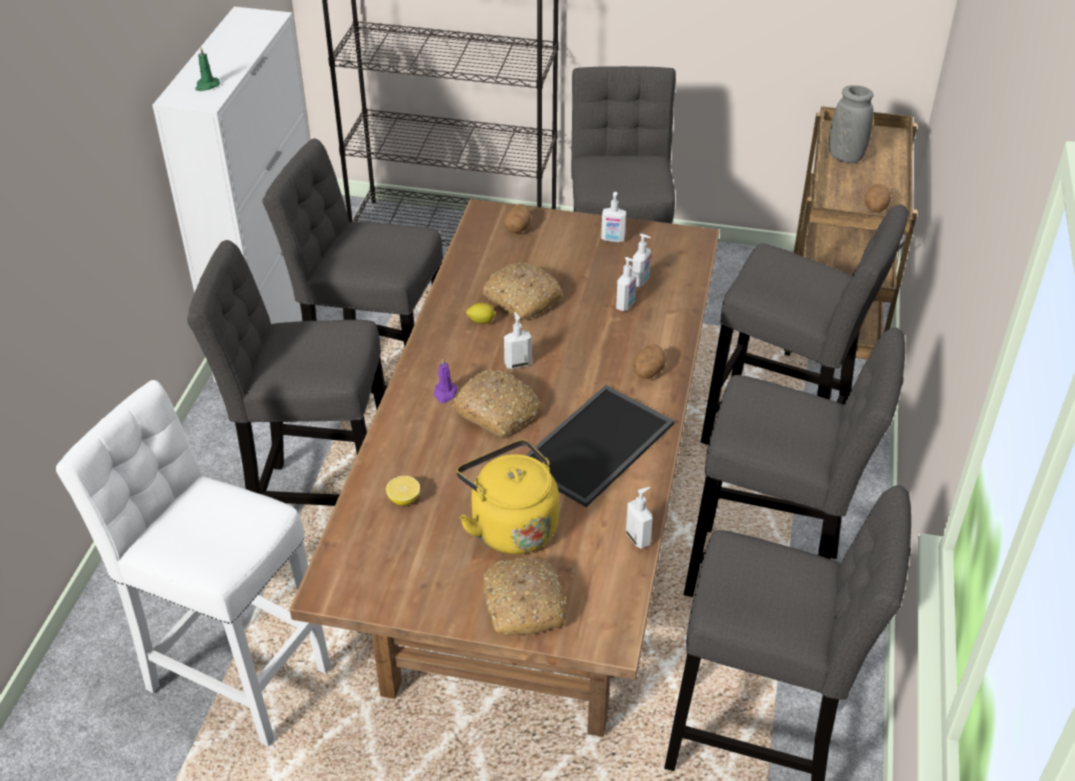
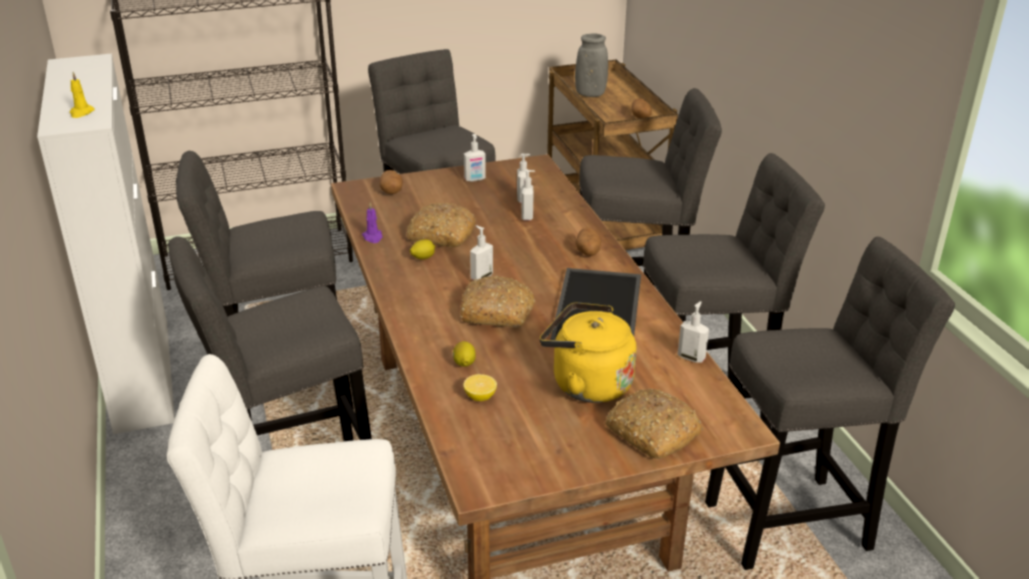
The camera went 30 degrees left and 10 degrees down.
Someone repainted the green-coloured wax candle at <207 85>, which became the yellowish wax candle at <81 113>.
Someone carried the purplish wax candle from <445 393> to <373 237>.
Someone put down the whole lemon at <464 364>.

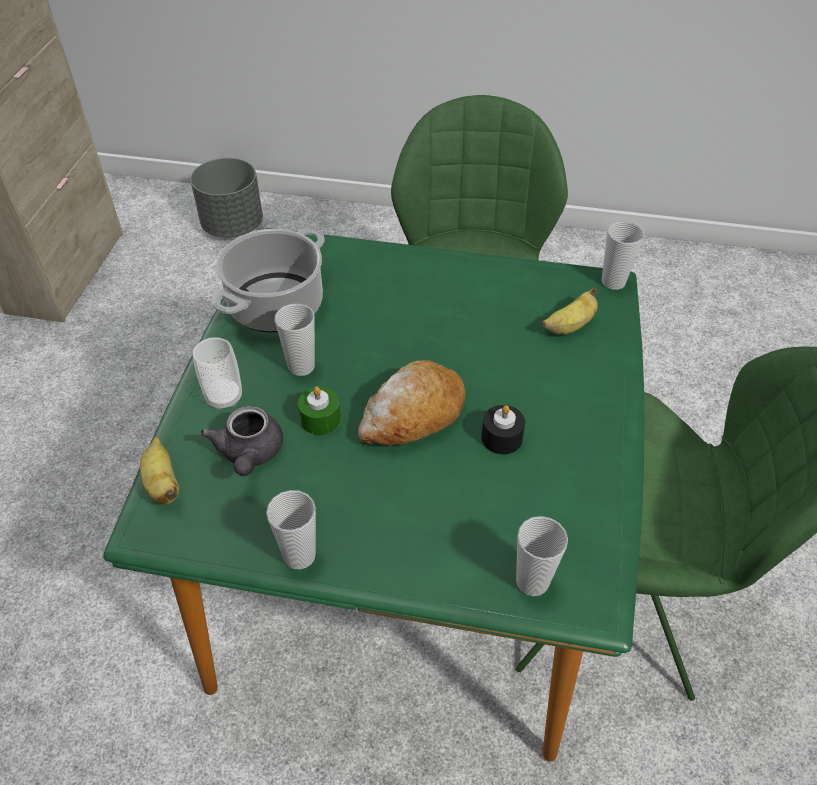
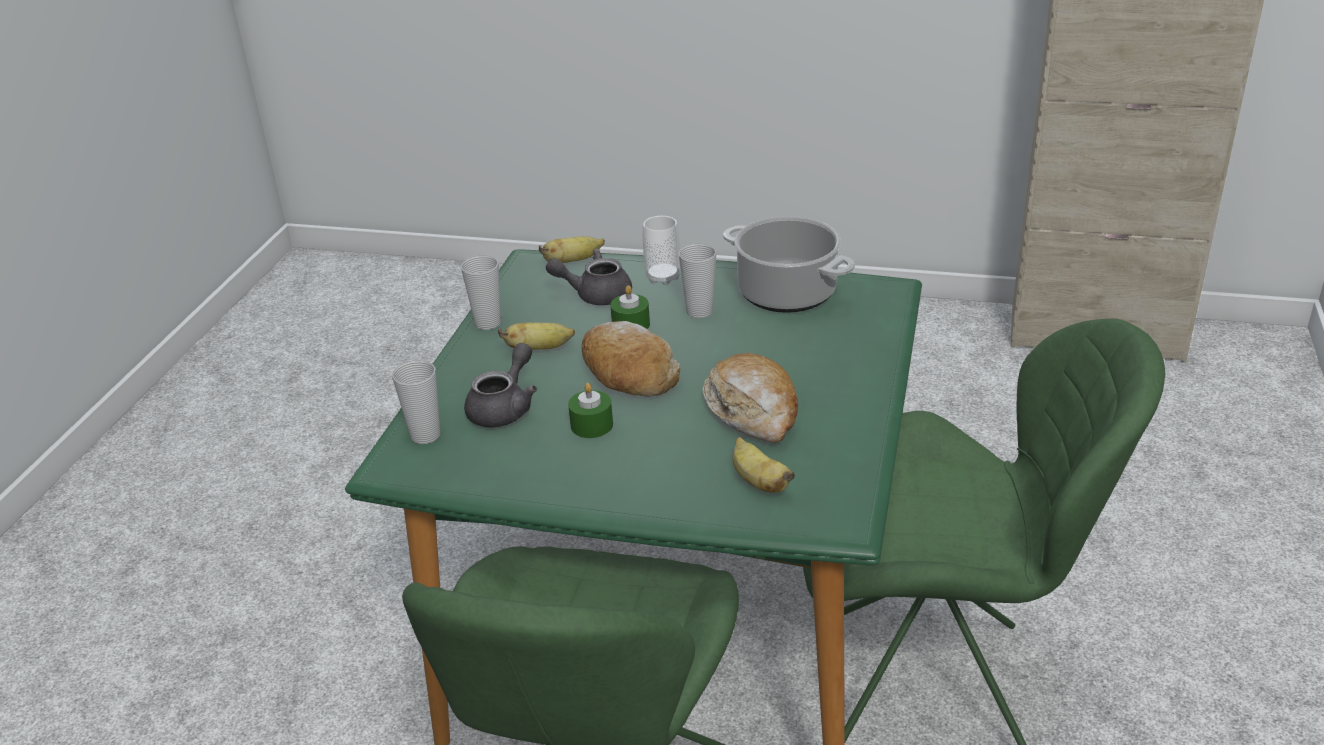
The camera went 95 degrees right and 15 degrees down.
Someone took away the gray planter at <233 225>.
Someone took away the drinking cup at <613 282>.
Someone repainted the blackish wax candle at <501 438>, which became the green-coloured wax candle at <591 425>.
Someone put down the banana at <539 349>.
Someone put down the gray tea pot at <505 408>.
Someone put down the bakery bread at <753 412>.

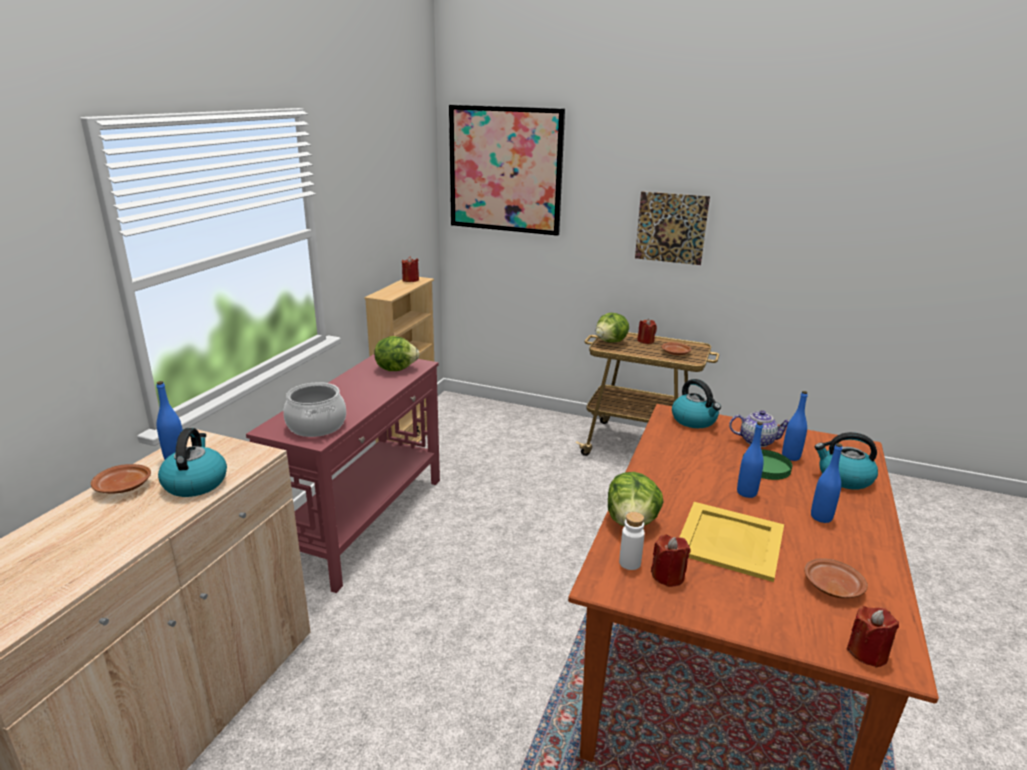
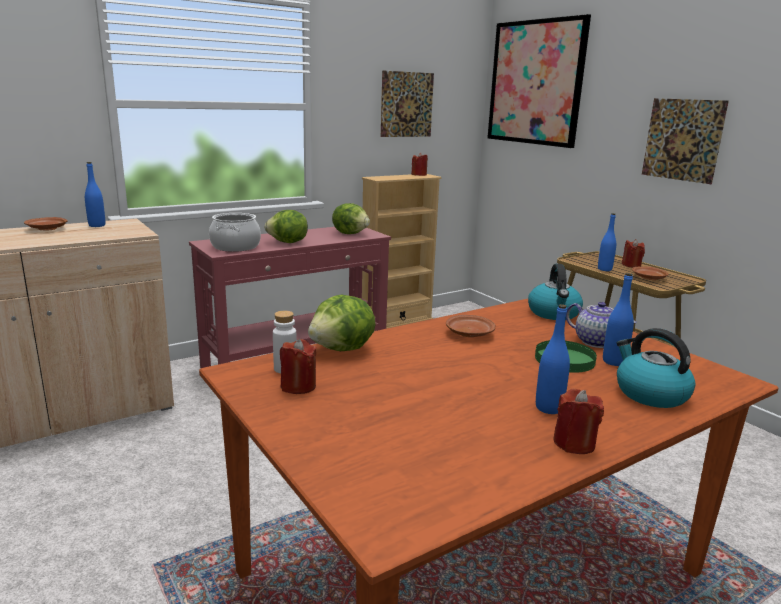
The camera went 35 degrees right and 5 degrees down.
Someone carried the head of lettuce from <611 342> to <288 242>.
Someone carried the bluish beverage bottle from <746 493> to <604 269>.
Someone took away the water kettle at <195 483>.
Someone took away the yellowish tray at <729 539>.
Someone carried the brownish dinner plate from <832 586> to <469 333>.
Someone carried the red wax candle from <867 652> to <574 443>.
Someone put up the wall picture at <407 104>.

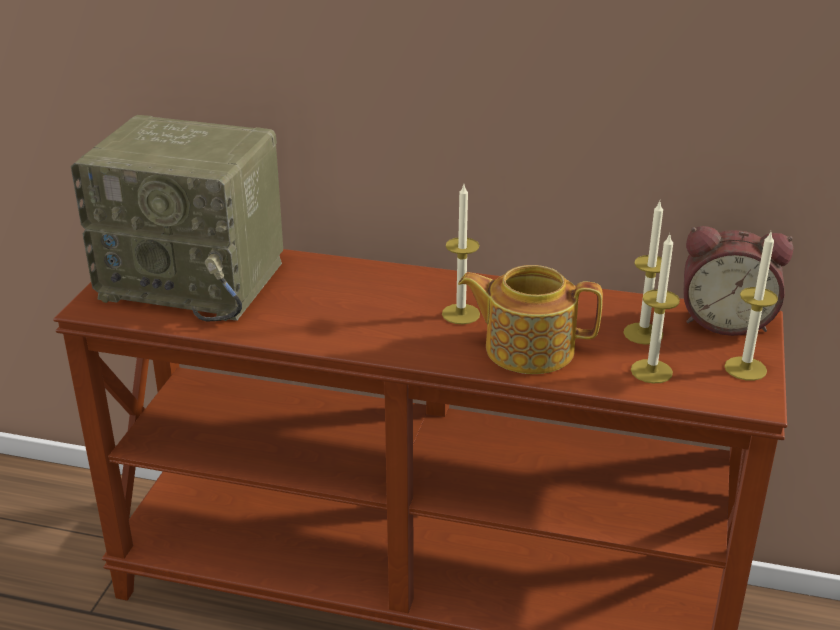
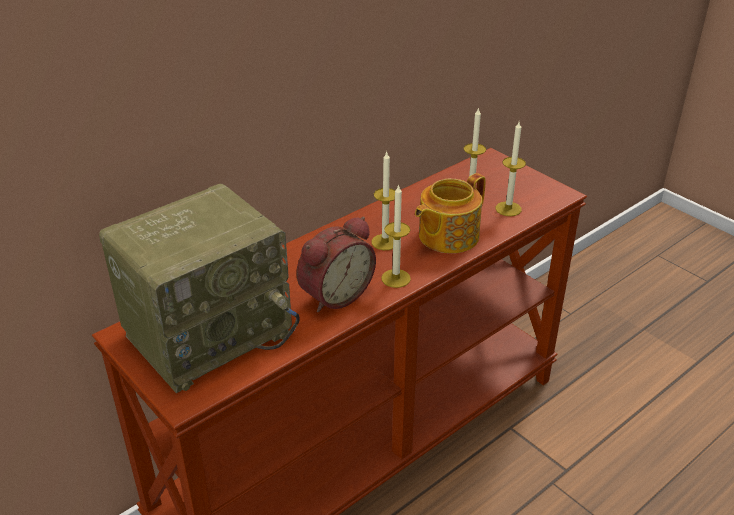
The camera went 55 degrees left and 5 degrees up.
Someone carried the alarm clock from <726 320> to <334 294>.
Someone carried the wax candle from <745 368> to <396 278>.

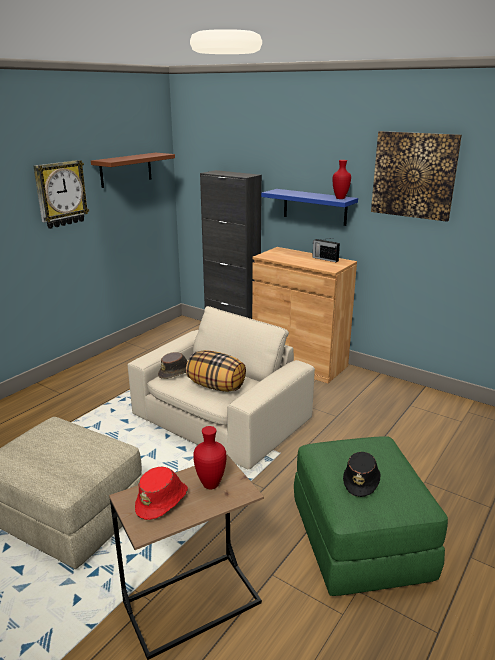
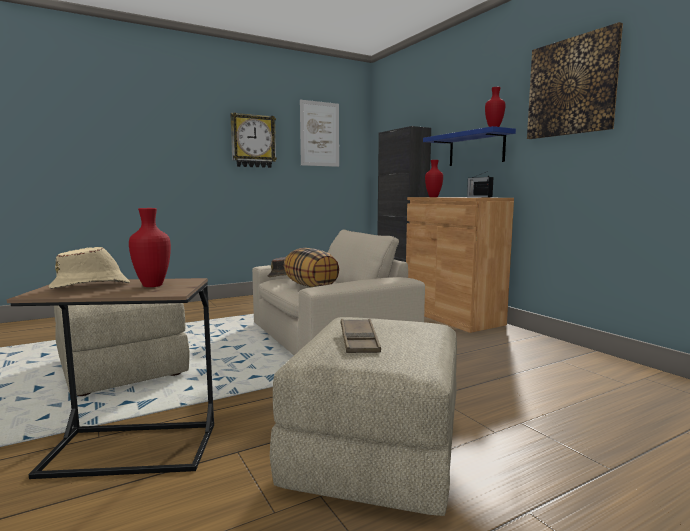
The camera went 25 degrees right and 15 degrees down.
Someone swapped the brownish bracket shelf at <126 169> for the wall picture at <319 134>.
Someone repainted the green-coloured ottoman at <361 541>, which became the beige-coloured ottoman at <376 452>.
Someone swapped the blackish wearable hat at <361 481> for the brownish tray at <359 341>.
Someone repainted the red wearable hat at <162 501>, which became the beige-coloured wearable hat at <91 286>.
Someone put down the red decorative vase at <433 197>.

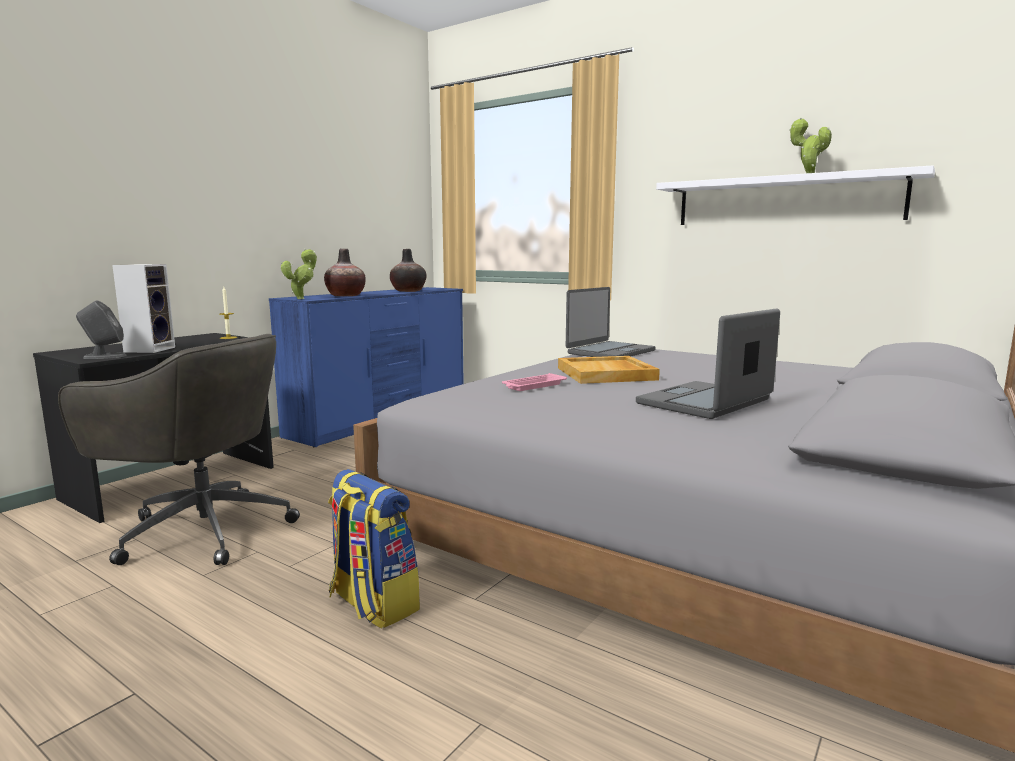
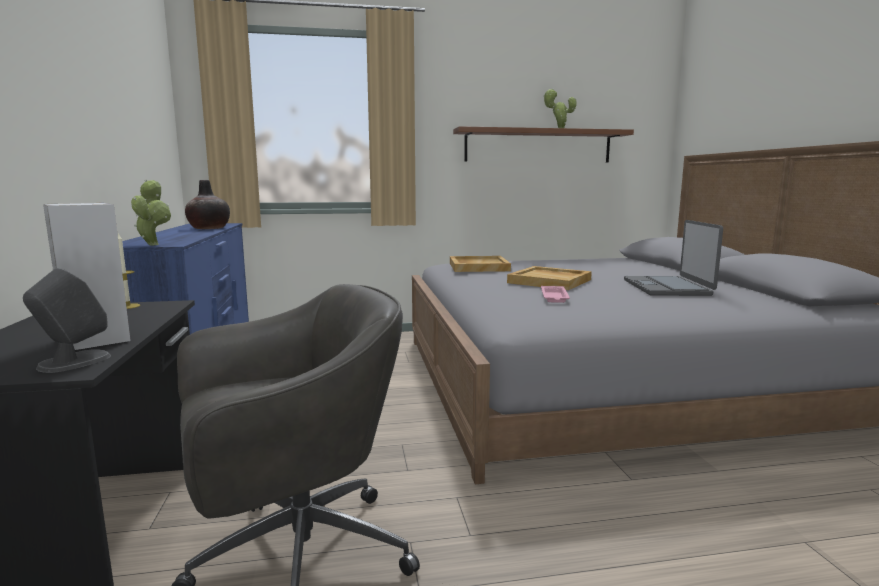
The camera went 45 degrees left and 0 degrees up.
Someone repainted the white-coloured bracket shelf at <785 200>, which became the brownish bracket shelf at <538 146>.
Someone took away the decorative vase at <345 296>.
Someone swapped the portable computer at <610 352> for the beige-coloured tray at <478 267>.
Someone took away the rucksack at <372 604>.

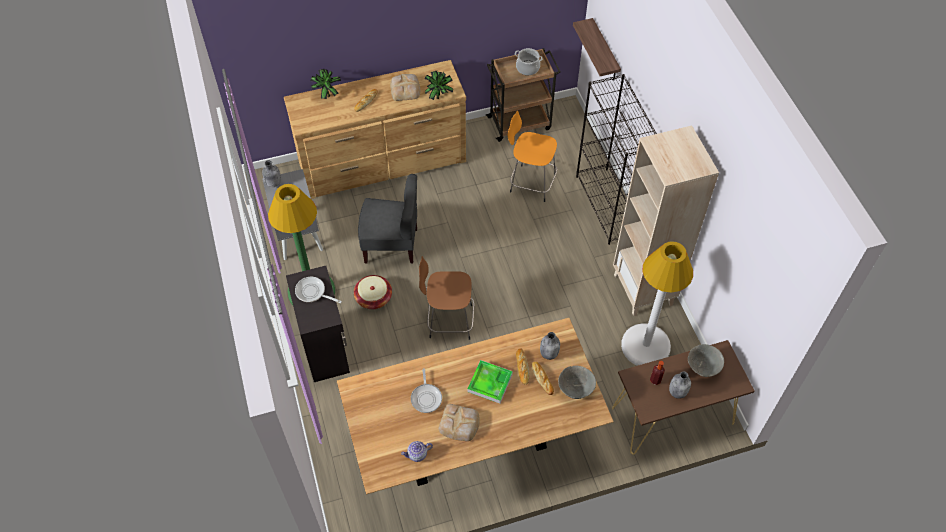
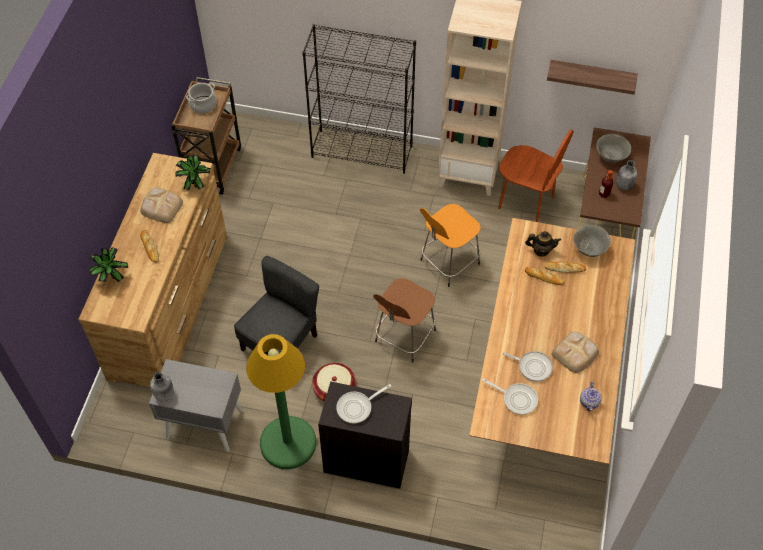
The camera went 60 degrees left and 0 degrees up.
Someone carried the bracket shelf from <605 52> to <591 76>.
Someone carried the orange-coloured stool seat from <531 183> to <448 263>.
Someone swapped the white-coloured standard lamp at <645 346> for the brownish chair at <526 203>.
Someone swapped the gray beverage bottle at <549 353> for the tea pot at <541 250>.
Someone took away the tray at <490 383>.
Someone put down the frying pan at <517 399>.

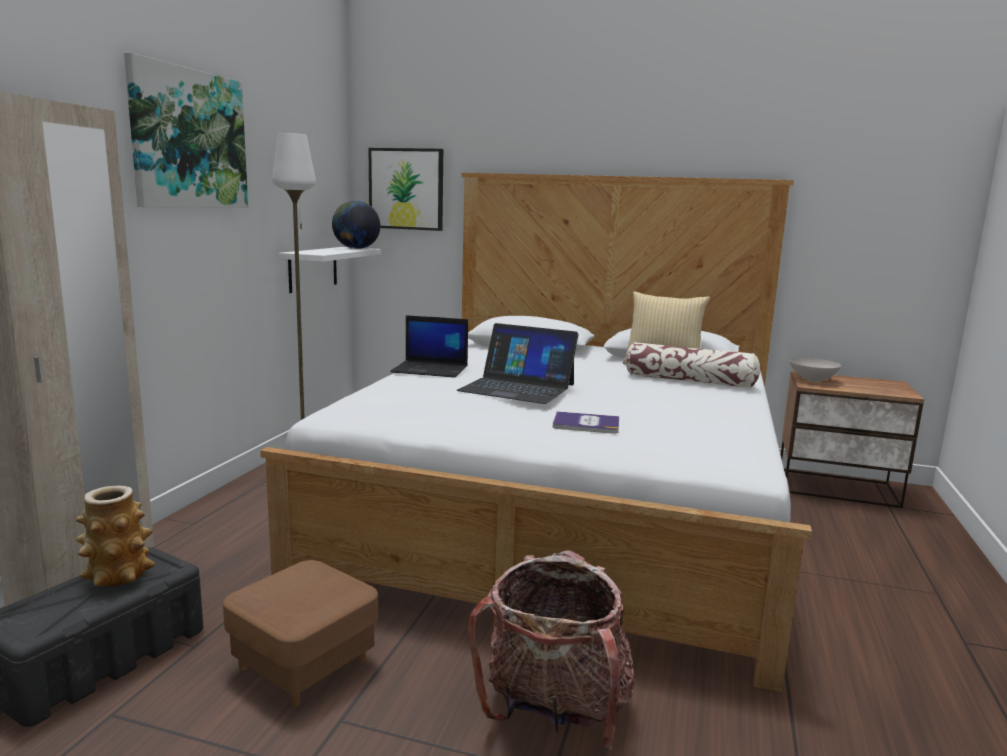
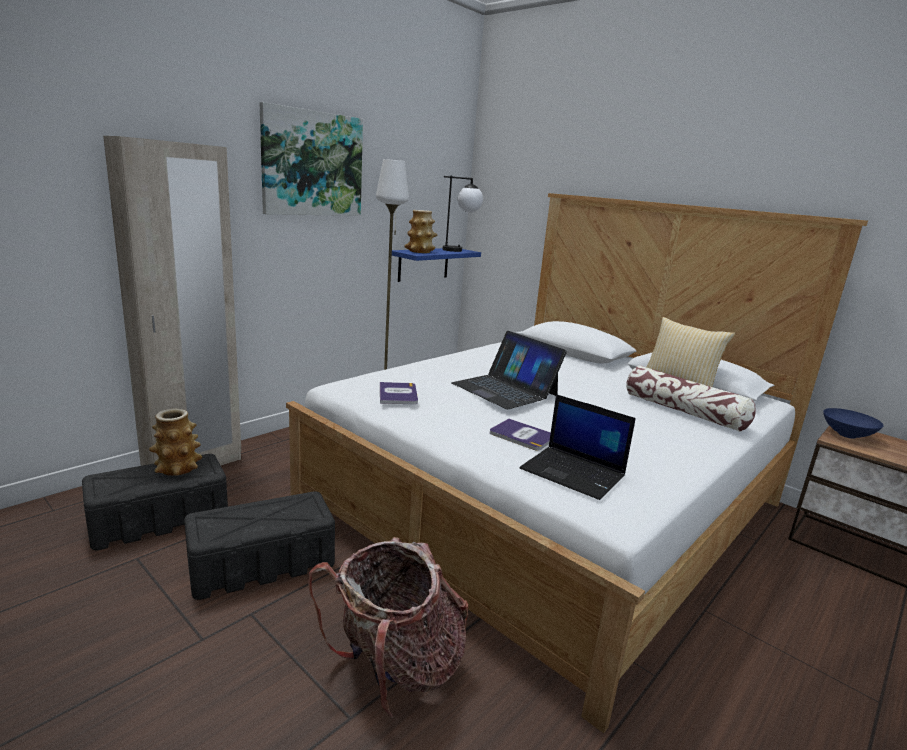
The camera went 25 degrees right and 5 degrees up.
Someone took away the wall picture at <406 189>.
Someone swapped the globe at <356 248> for the lamp for a table at <460 250>.
Someone repainted the white-coloured bracket shelf at <313 269>, which became the bluish bracket shelf at <423 264>.
Someone carried the portable computer from <431 370> to <574 473>.
Someone repainted the white-coloured bowl at <812 380>, which became the bluish bowl at <846 434>.
Someone swapped the brownish ottoman at <304 664> for the blackish storage box at <263 564>.
Someone put down the decorative vase at <420 251>.
Someone put down the bound book at <398 394>.

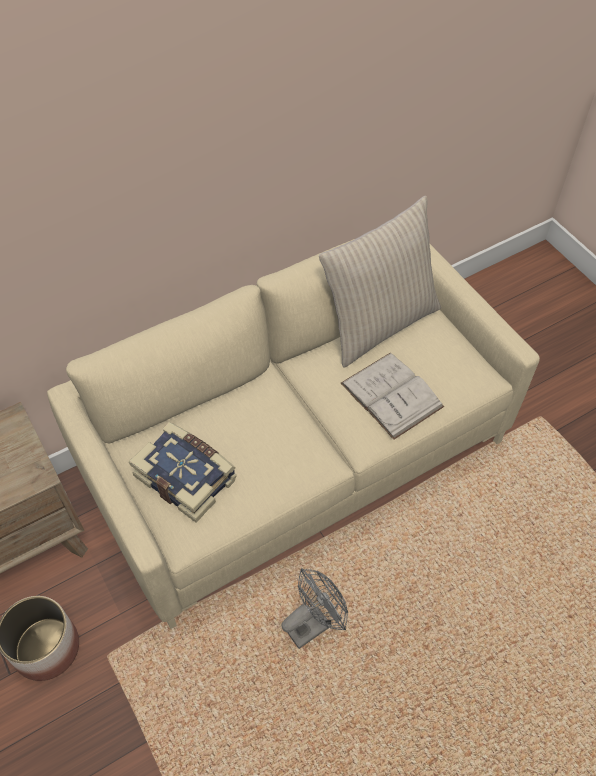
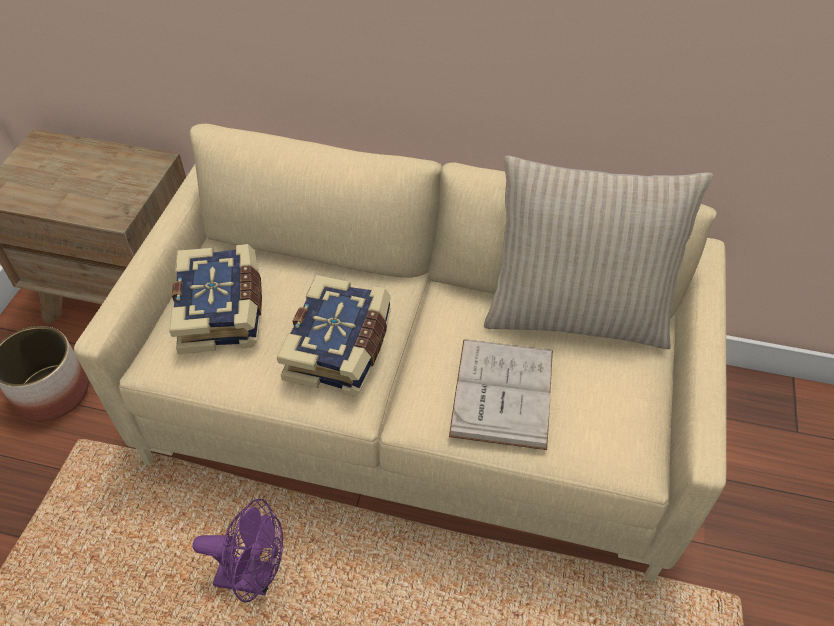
The camera went 45 degrees right and 5 degrees down.
Someone repainted the gray fan at <314 623>, which became the purplish fan at <254 577>.
Someone put down the bound book at <341 348>.

